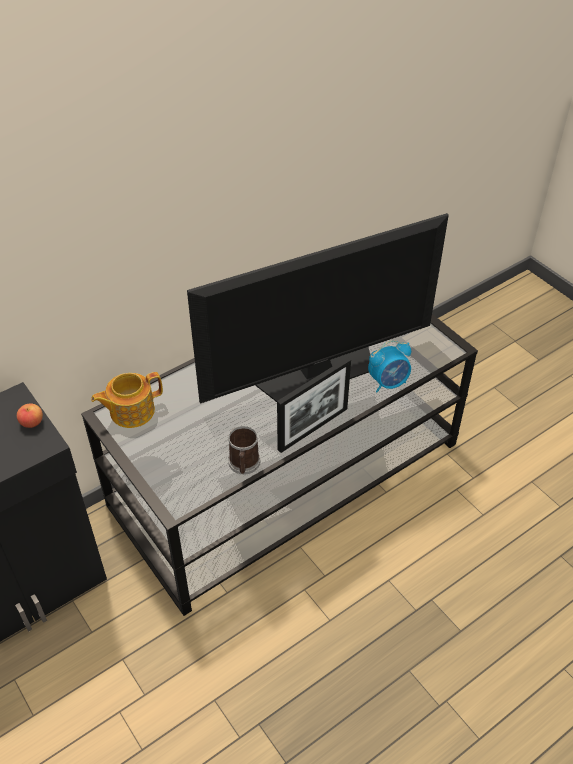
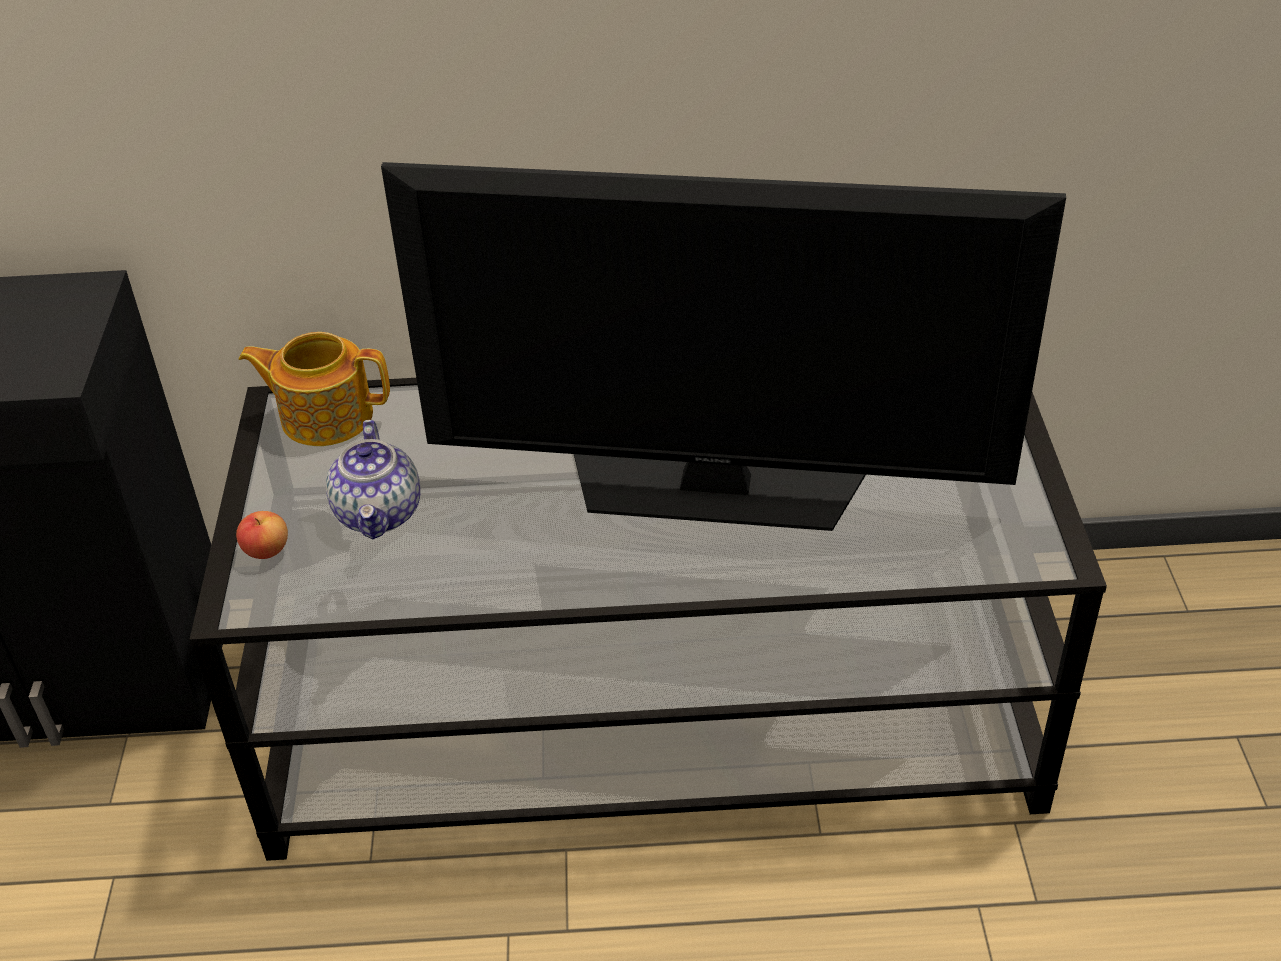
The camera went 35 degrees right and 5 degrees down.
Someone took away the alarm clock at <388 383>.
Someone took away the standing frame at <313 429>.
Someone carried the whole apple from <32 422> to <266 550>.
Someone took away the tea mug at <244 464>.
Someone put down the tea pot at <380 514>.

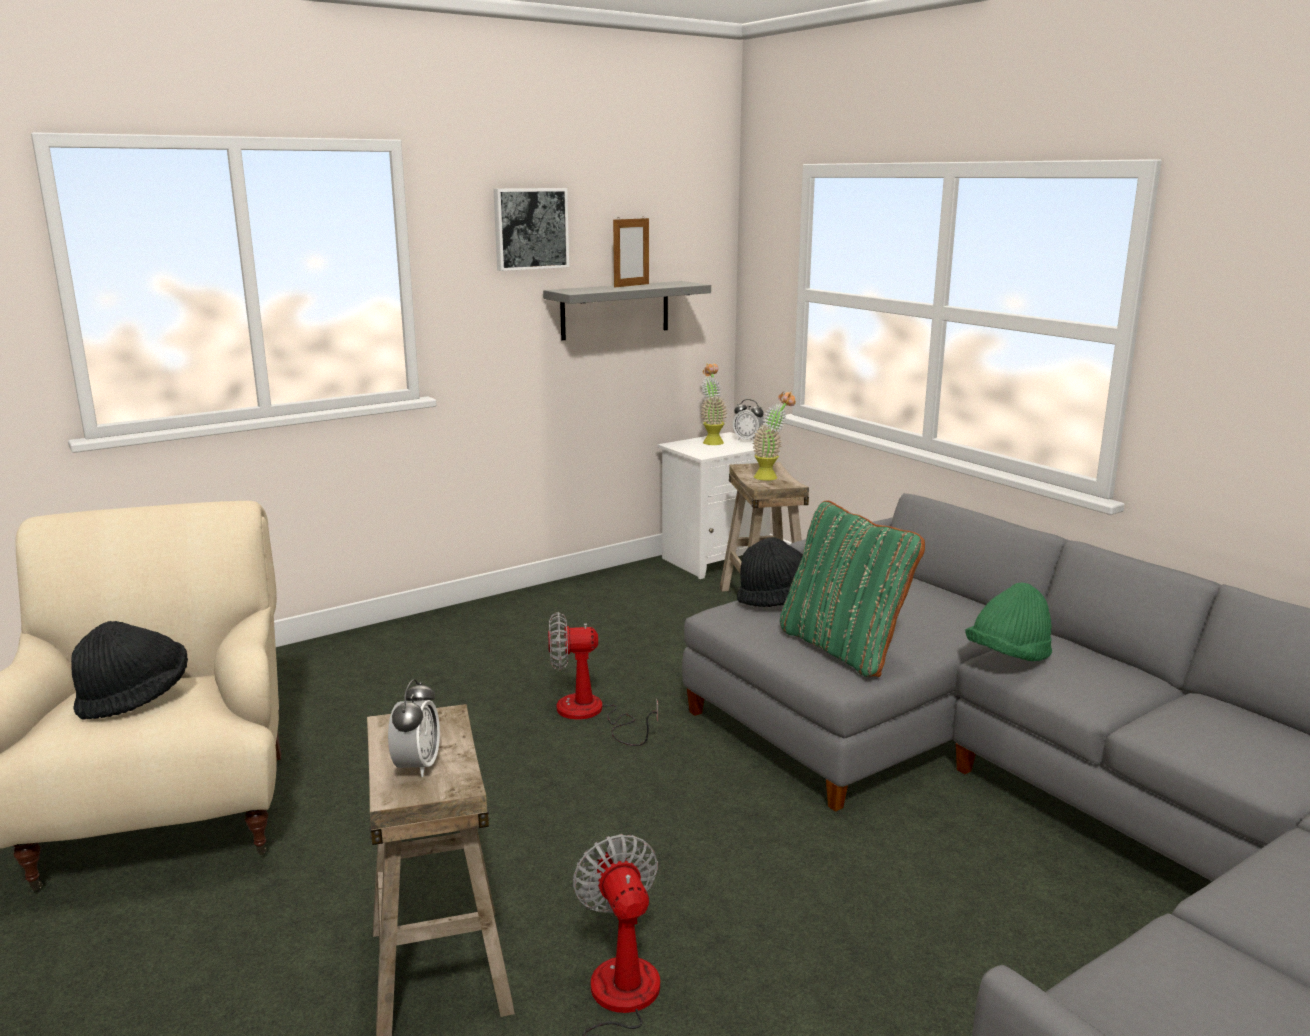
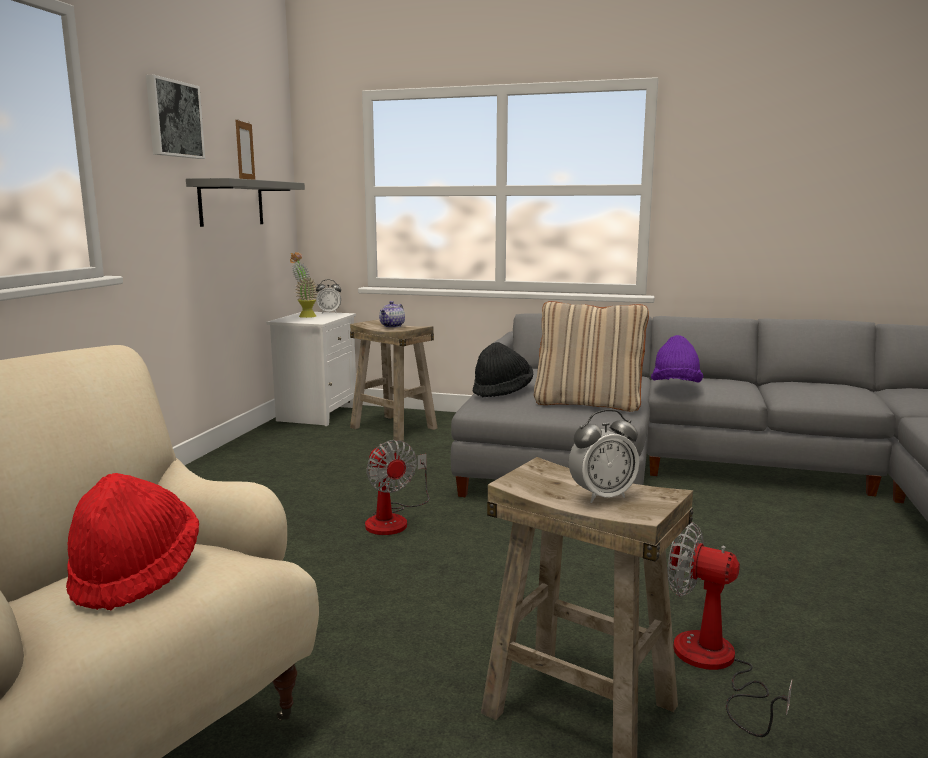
The camera went 40 degrees left and 5 degrees down.
Someone swapped the potted plant at <771 476> for the tea pot at <392 326>.
Someone repainted the green-coloured pillow at <843 648>, which became the beige-coloured pillow at <588 404>.
Someone repainted the green-coloured wearable hat at <1008 656>, which became the purplish wearable hat at <675 386>.
Someone rotated the fan at <591 714> by 75 degrees counterclockwise.
Someone repainted the blackish wearable hat at <135 698>, which became the red wearable hat at <136 575>.
Someone rotated the alarm clock at <417 766> by 105 degrees clockwise.

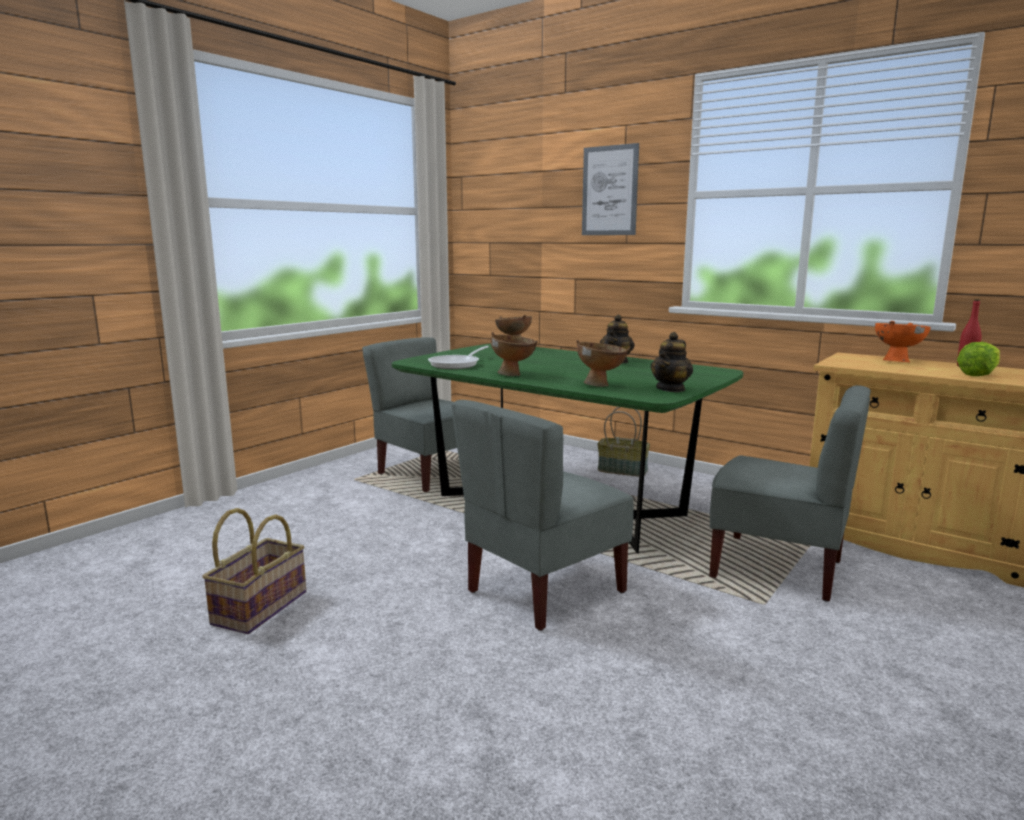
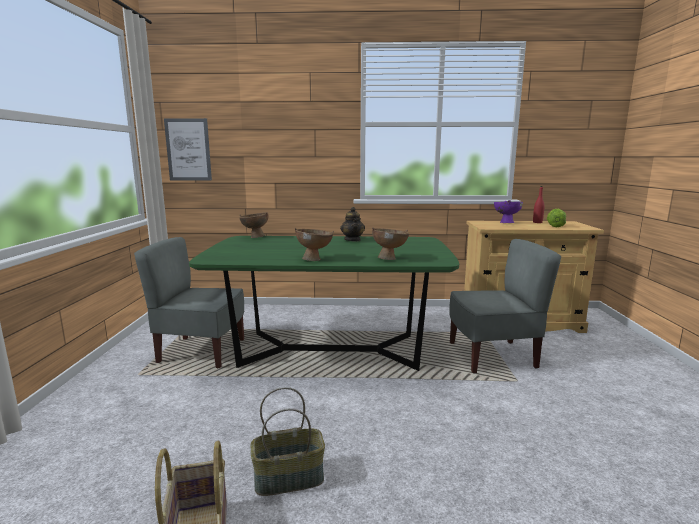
The camera went 35 degrees left and 0 degrees up.
Someone carried the wall picture from <609 191> to <188 150>.
Someone repainted the orange-coloured bowl at <897 361>, which became the purplish bowl at <506 223>.
Someone took away the tea pot at <671 389>.
Someone took away the frying pan at <457 364>.
Someone took away the gray chair at <544 591>.
Someone carried the storage basket from <623 470> to <289 478>.

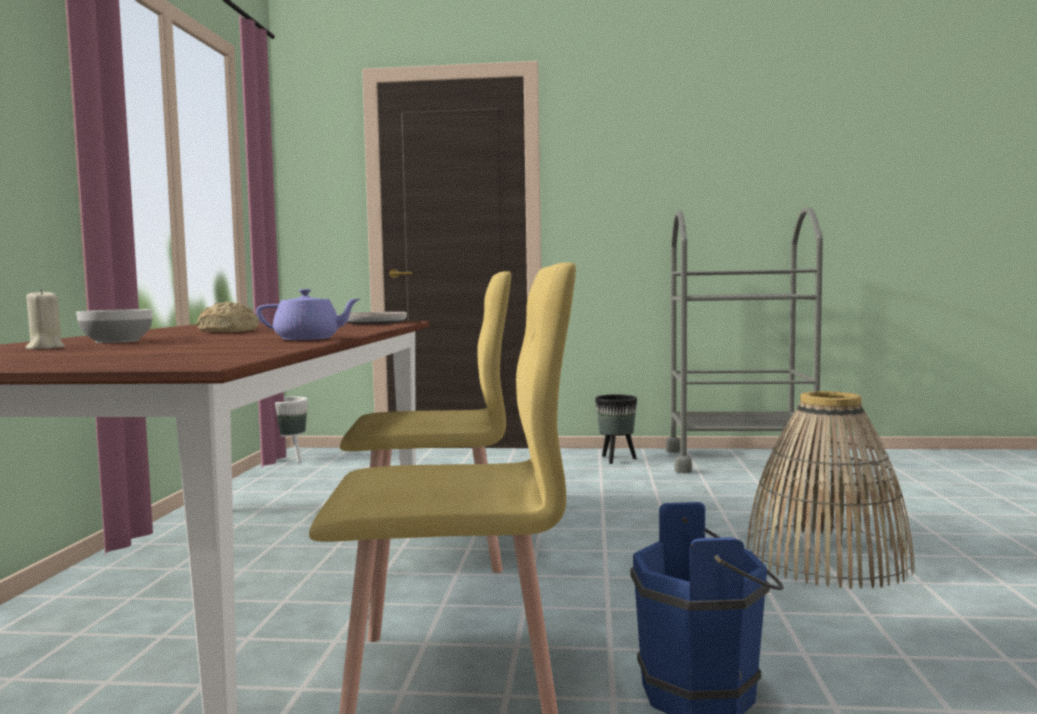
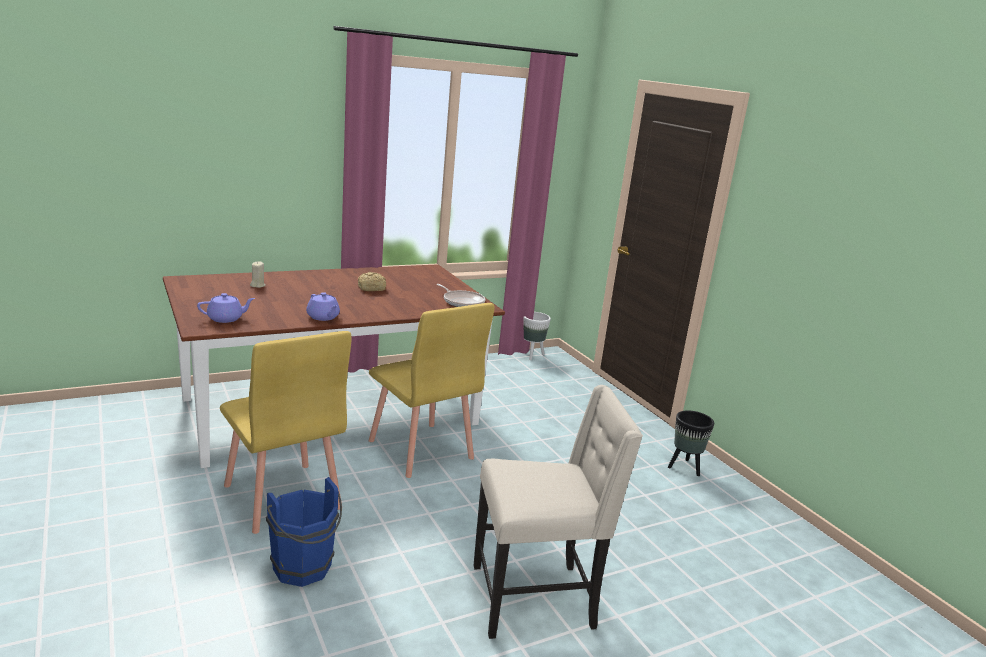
The camera went 55 degrees right and 15 degrees up.
Someone took away the gray cart at <739 461>.
Someone took away the bowl at <118 341>.
Someone swapped the storage basket at <827 558> for the beige-coloured chair at <535 598>.
Someone put down the purplish tea pot at <226 319>.

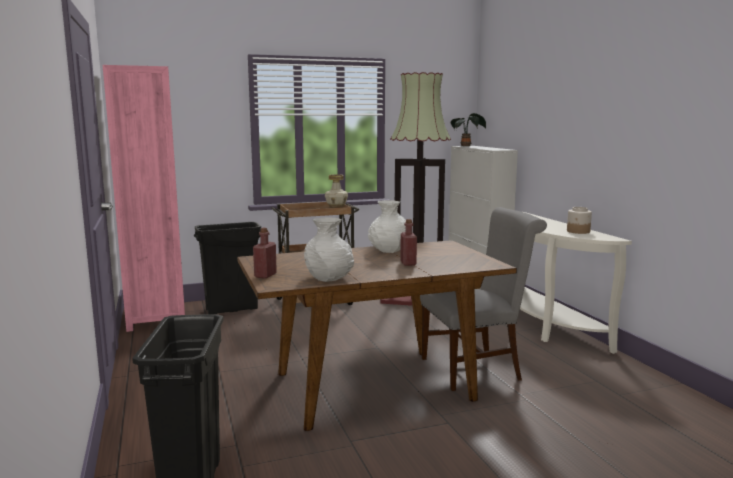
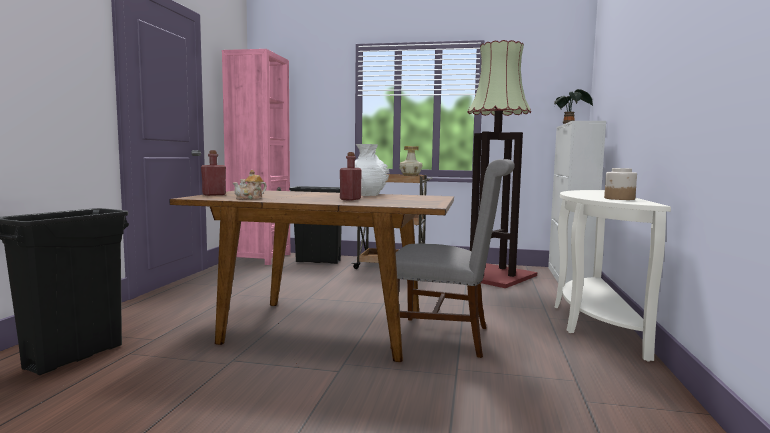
The camera went 30 degrees right and 5 degrees down.
Someone swapped the white-coloured decorative vase at <329 278> for the tea pot at <250 198>.

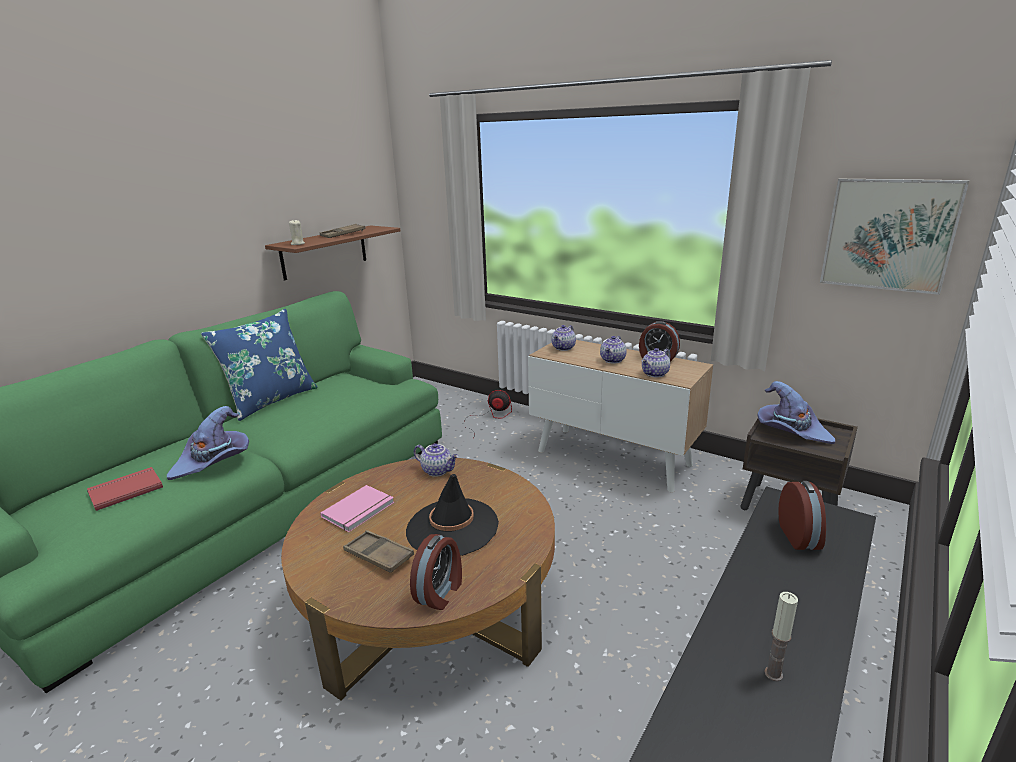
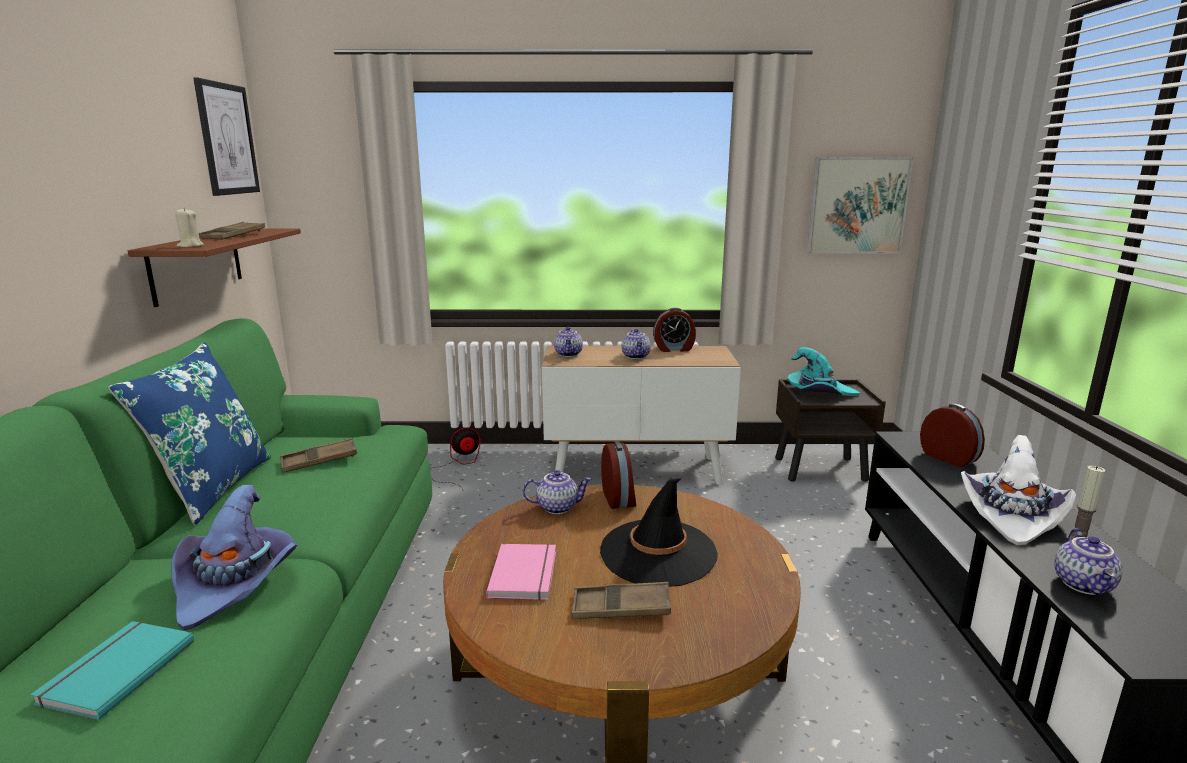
The camera went 35 degrees left and 5 degrees down.
Someone carried the tea pot from <655 374> to <1084 585>.
Someone repainted the purplish wearable hat at <791 431>, which became the turquoise-coloured wearable hat at <819 392>.
Someone repainted the red bound book at <125 490>, which became the turquoise-coloured bound book at <115 671>.
Someone carried the alarm clock from <440 592> to <619 498>.
Someone put up the wall picture at <227 139>.
Someone put down the white-coloured wearable hat at <1012 515>.
Someone put down the brownish tray at <319 461>.

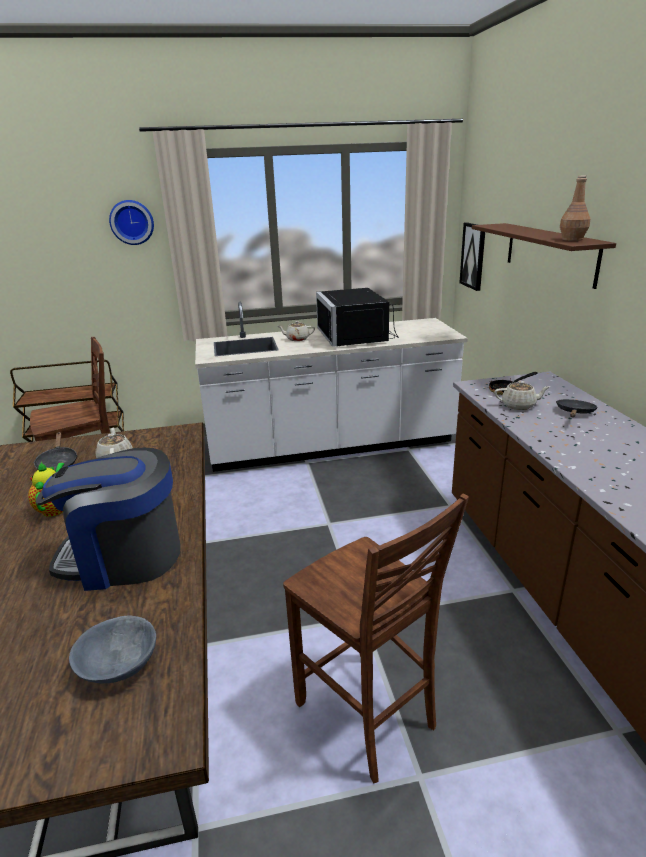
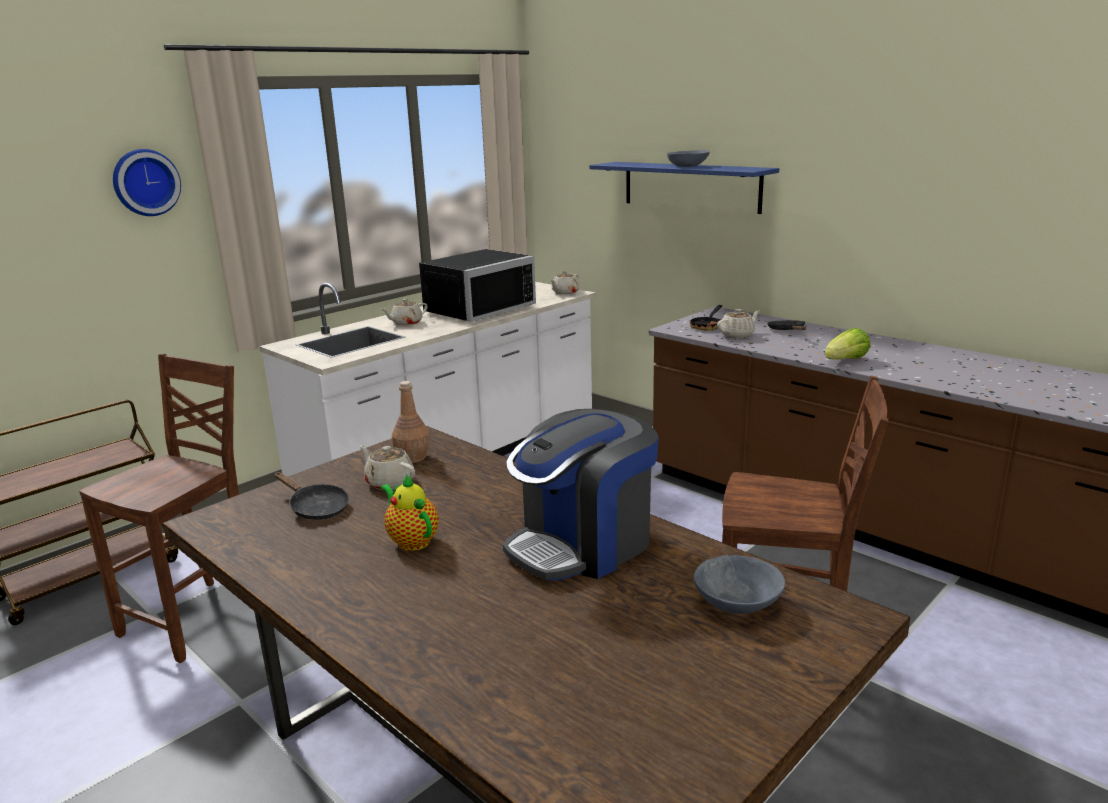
The camera went 35 degrees left and 5 degrees down.
Someone carried the brownish beverage bottle from <572 239> to <412 458>.
Someone took away the wall picture at <473 256>.
Someone repainted the brownish bracket shelf at <549 253>, which became the bluish bracket shelf at <690 186>.
Someone rotated the blackish microwave oven at <357 336> by 90 degrees counterclockwise.
Someone put down the gray bowl at <688 166>.
Someone put down the beige-coloured tea pot at <565 292>.
Someone put down the head of lettuce at <846 361>.

